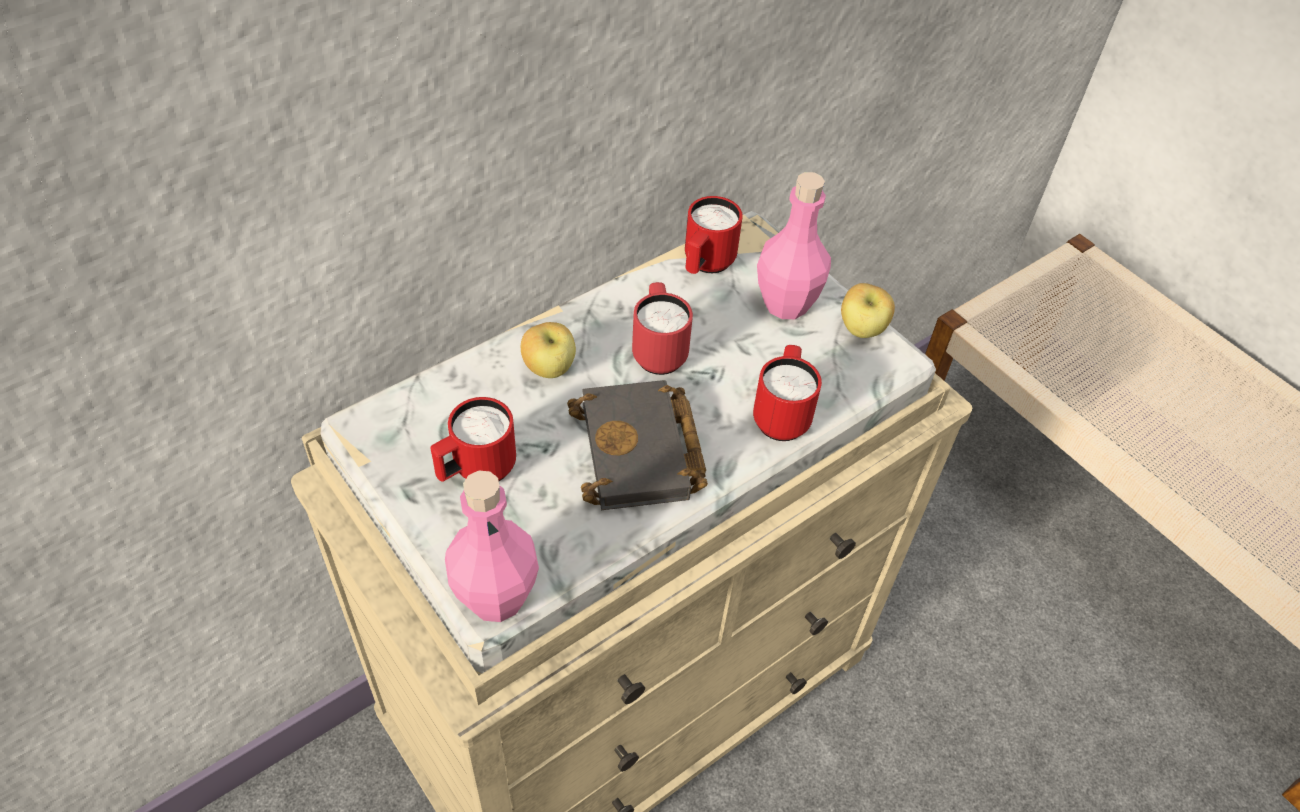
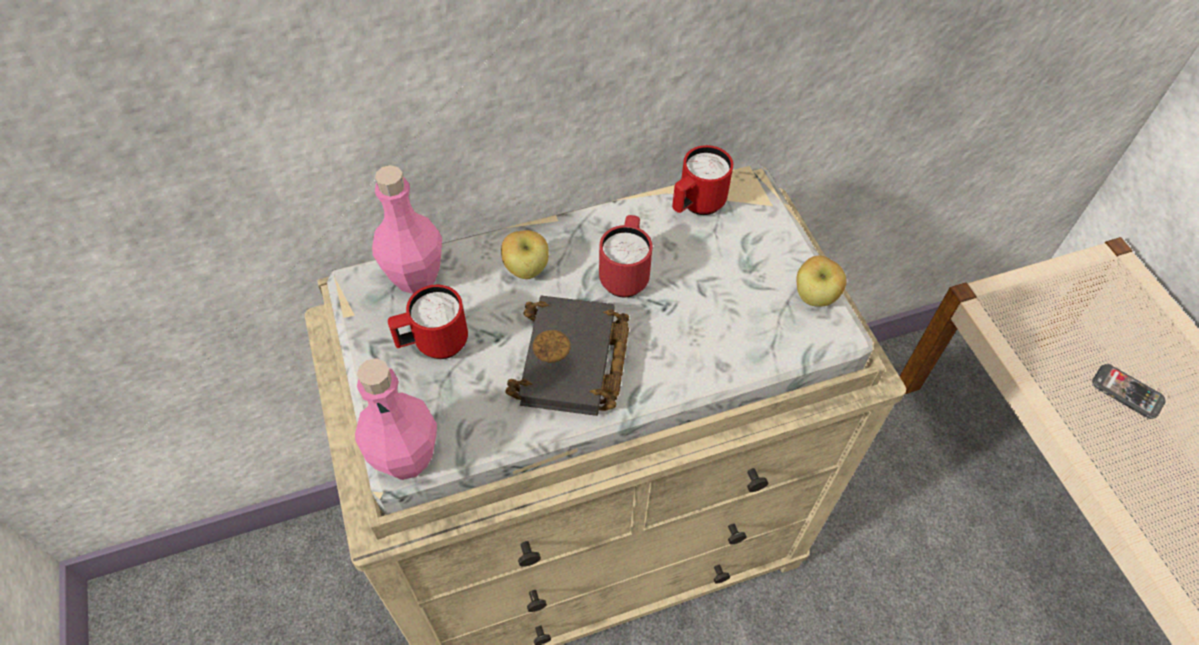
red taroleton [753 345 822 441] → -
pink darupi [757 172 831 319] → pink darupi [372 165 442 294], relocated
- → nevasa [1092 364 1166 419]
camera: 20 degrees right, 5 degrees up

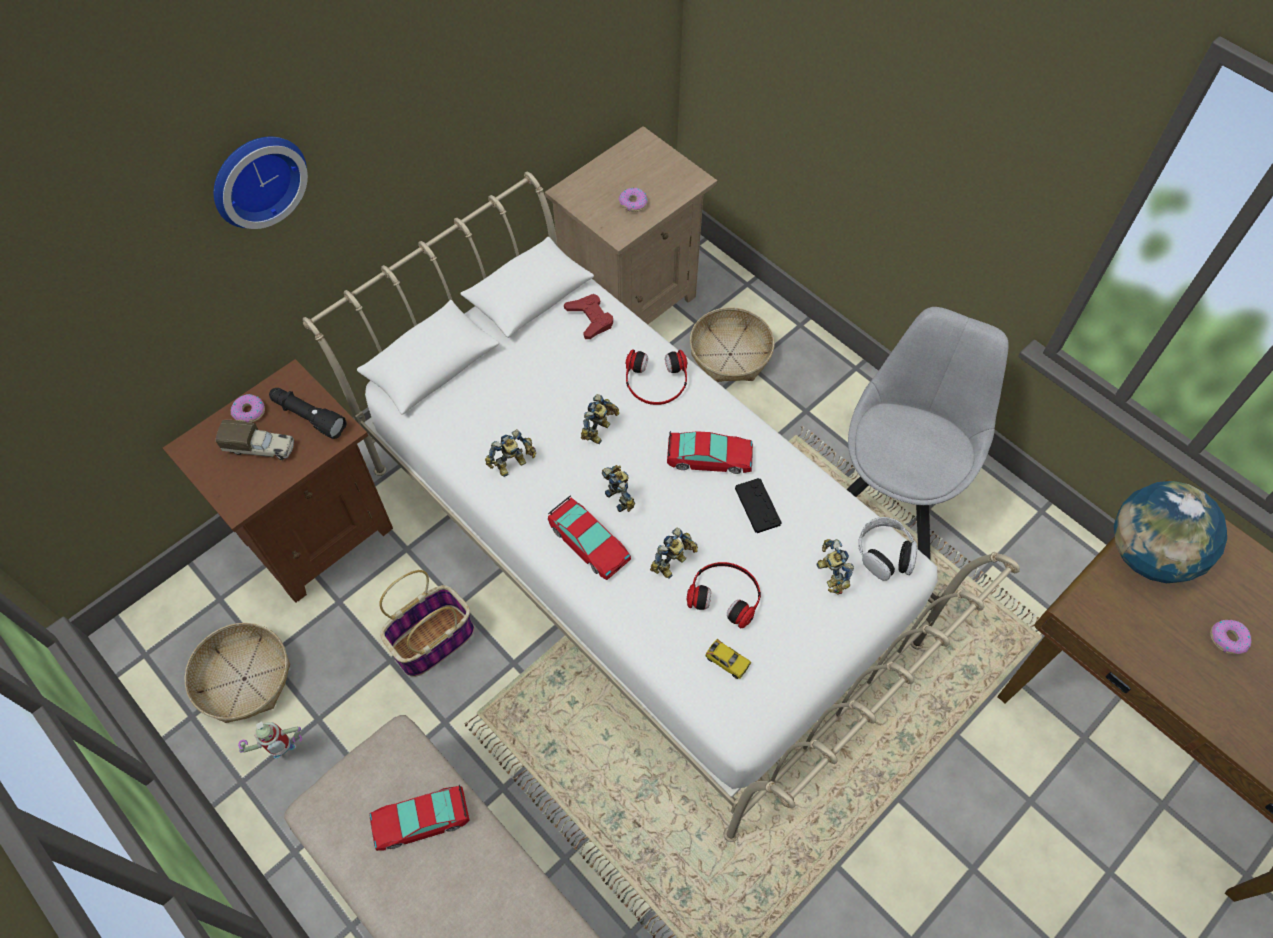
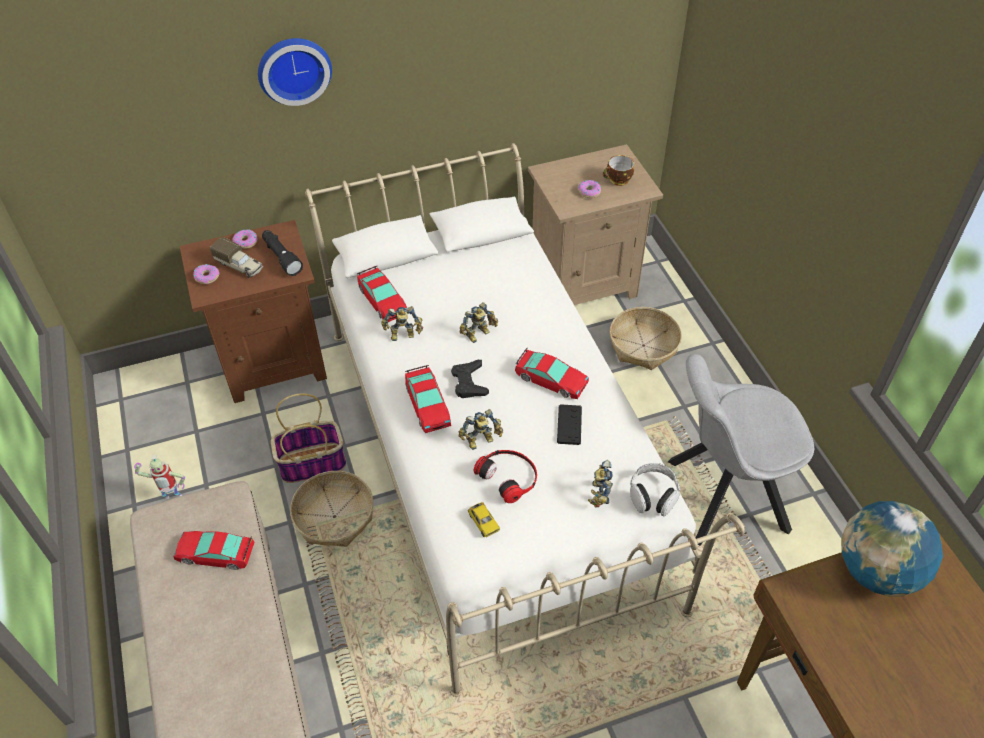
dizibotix [185 623 290 723] → dizibotix [290 471 373 547], relocated
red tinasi [564 294 613 339] → -
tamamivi [602 465 635 512] → black tinasi [451 360 489 398]
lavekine [625 350 688 405] → -
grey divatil [847 307 1008 560] → grey divatil [668 354 814 546], 150 degrees counterclockwise
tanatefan [1210 620 1251 655] → tanatefan [193 264 220 284], relocated
- → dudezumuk [357 266 408 322]
- → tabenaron [603 155 634 186]
camera: 25 degrees right, 10 degrees down

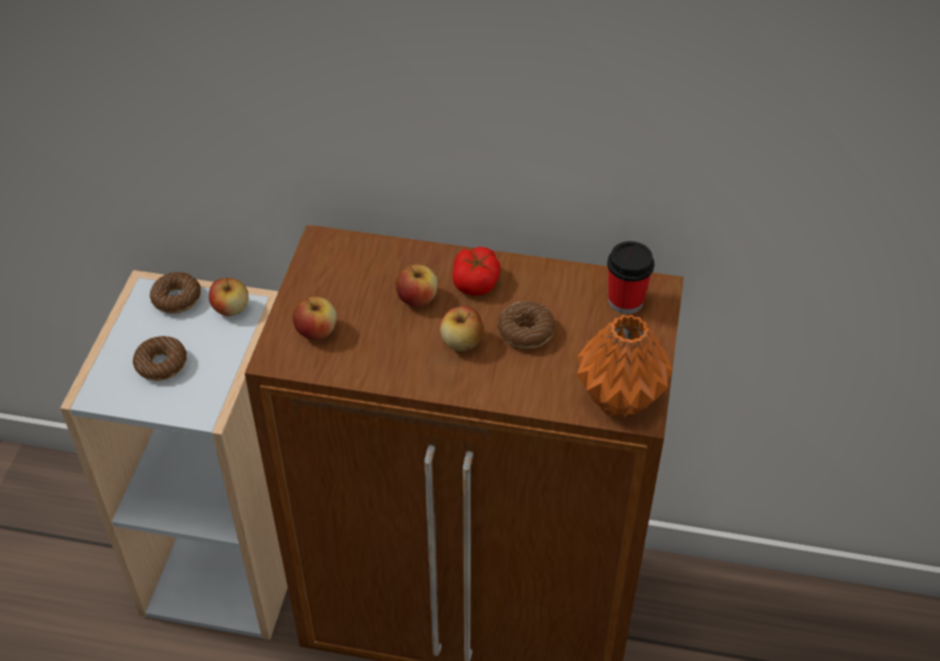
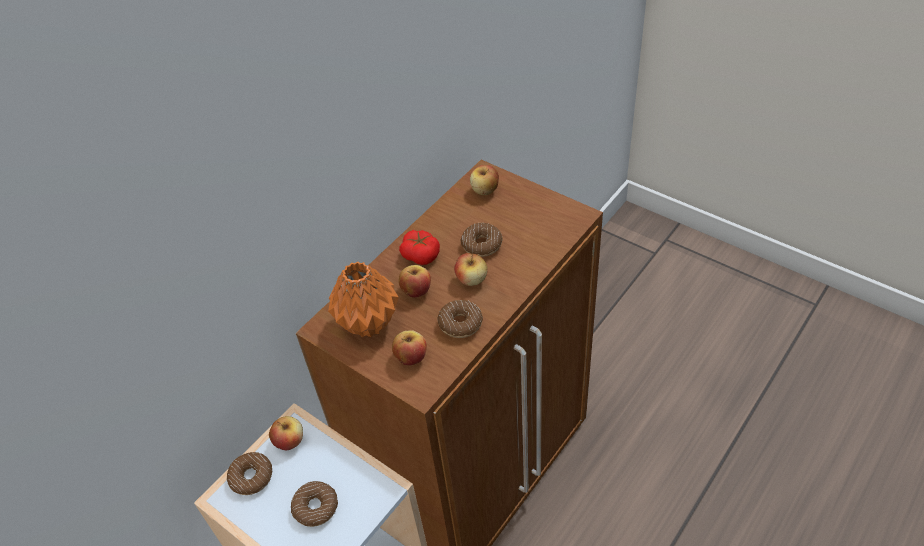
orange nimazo [577 314 673 418] → orange nimazo [328 261 399 337], relocated
tabenaron [607 241 654 314] → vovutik [470 165 499 195]
- → tanatefan [437 300 483 338]
camera: 60 degrees left, 0 degrees up

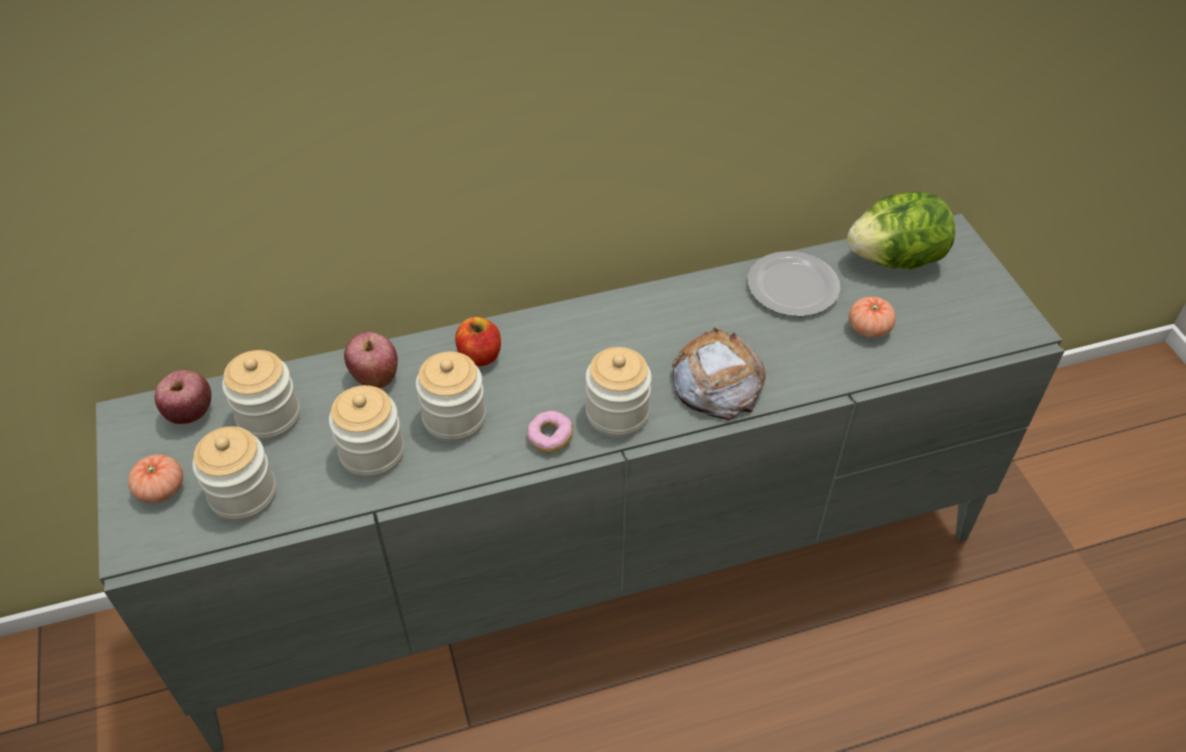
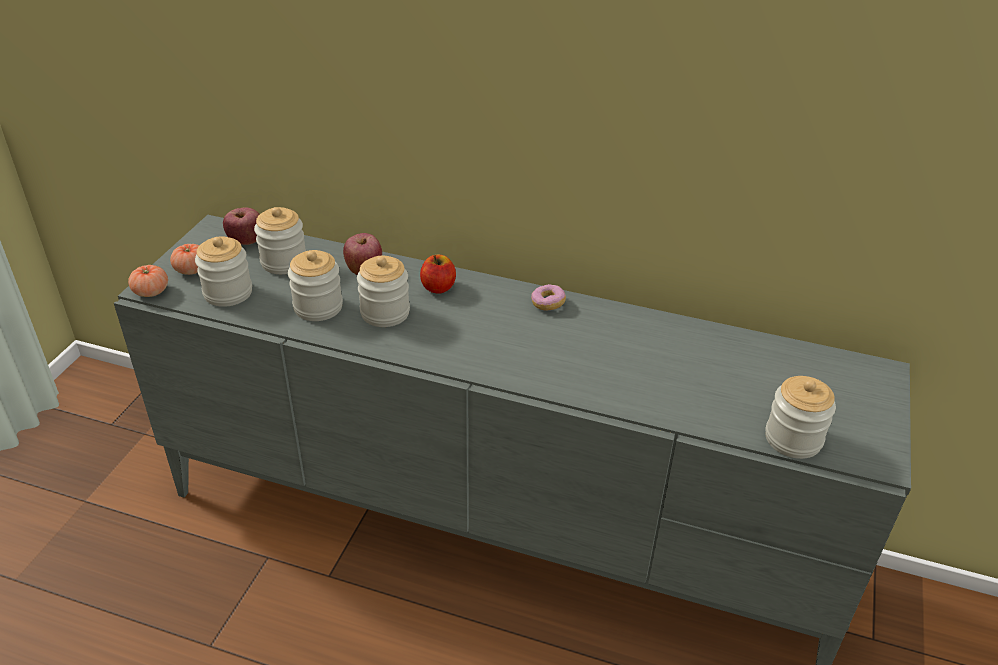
tanatefan [527 411 573 453] → tanatefan [531 284 566 311], relocated
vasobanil [586 347 652 437] → vasobanil [765 376 836 459], relocated
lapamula [672 327 766 420] → -
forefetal [748 251 840 316] → -
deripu [847 191 955 269] → -
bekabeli [849 296 896 338] → bekabeli [128 265 168 297], relocated
camera: 35 degrees right, 10 degrees down

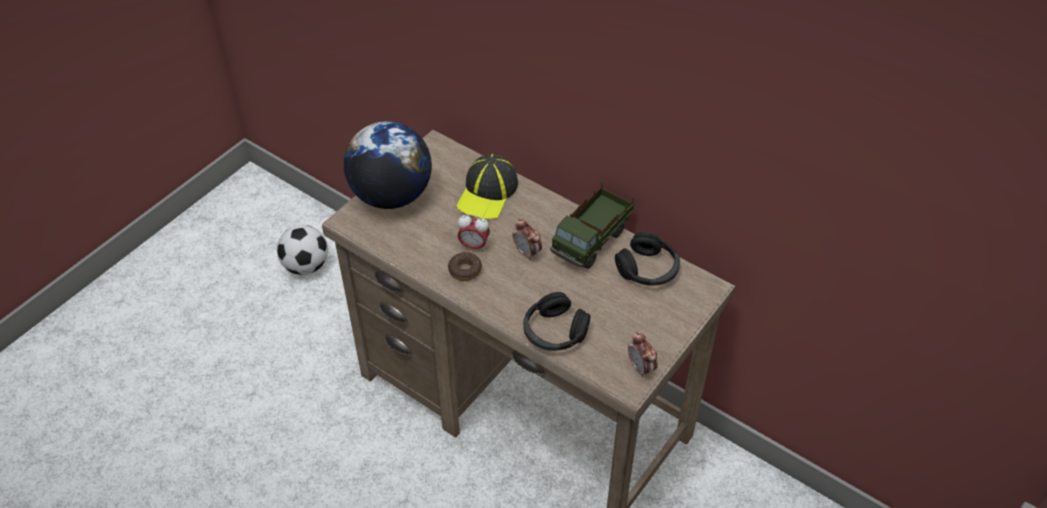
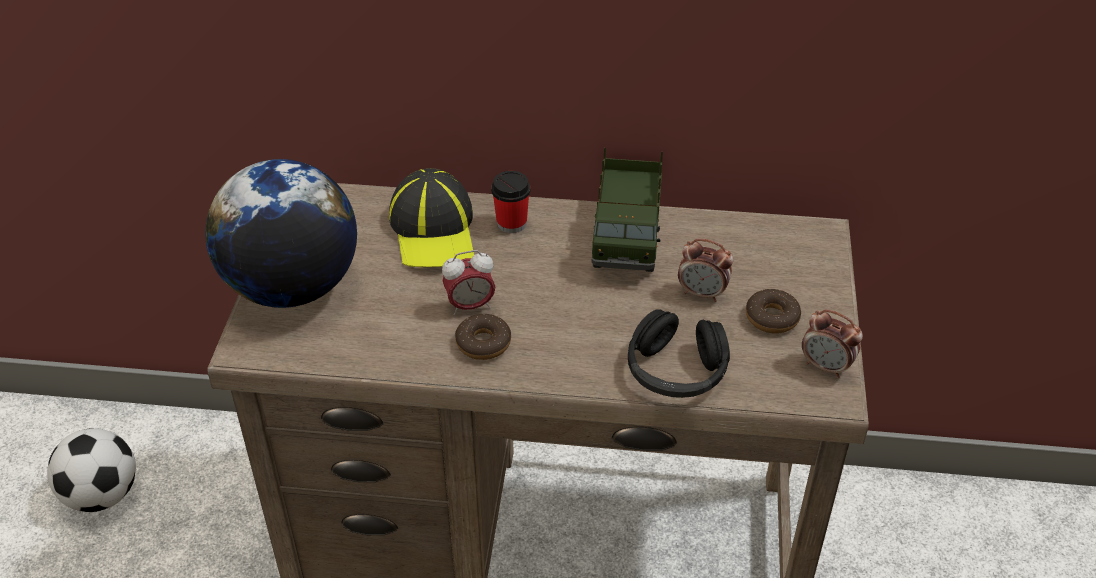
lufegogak [513 219 542 260] → lufegogak [678 239 734 302], relocated
black lavekine [615 232 680 286] → -
- → tabenaron [491 171 531 233]
- → tanatefan [746 289 801 334]
camera: 30 degrees left, 5 degrees down

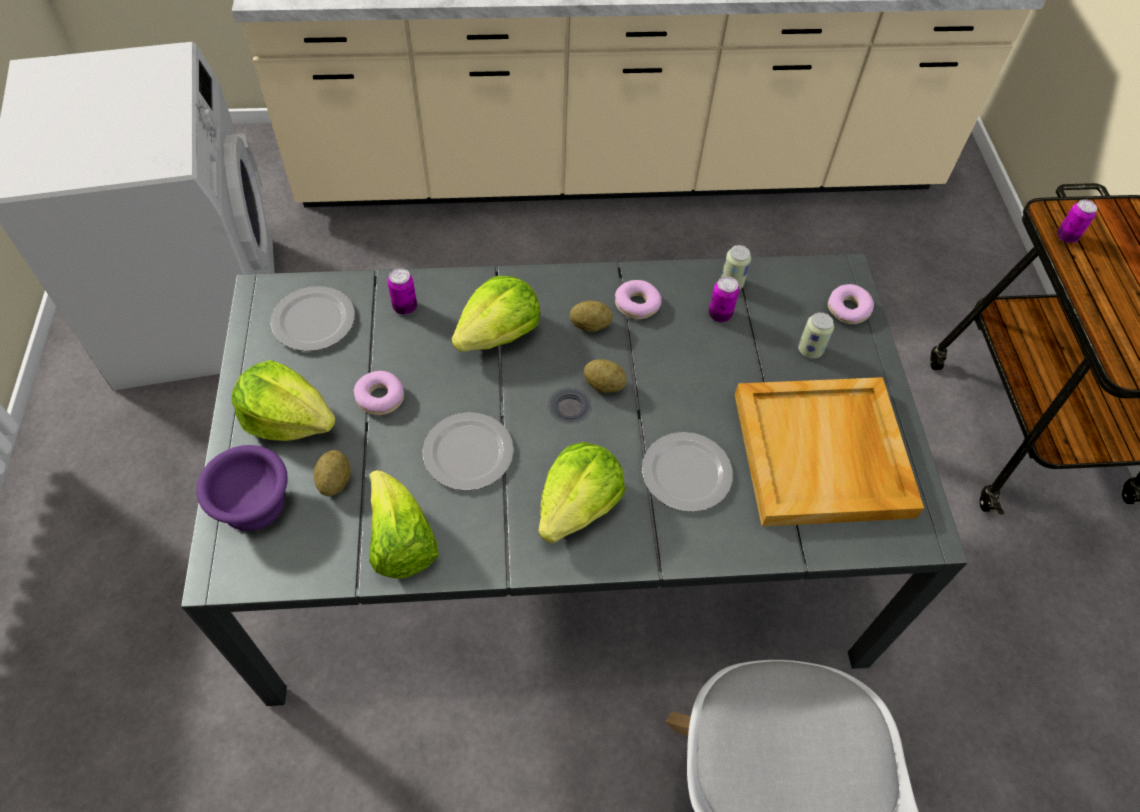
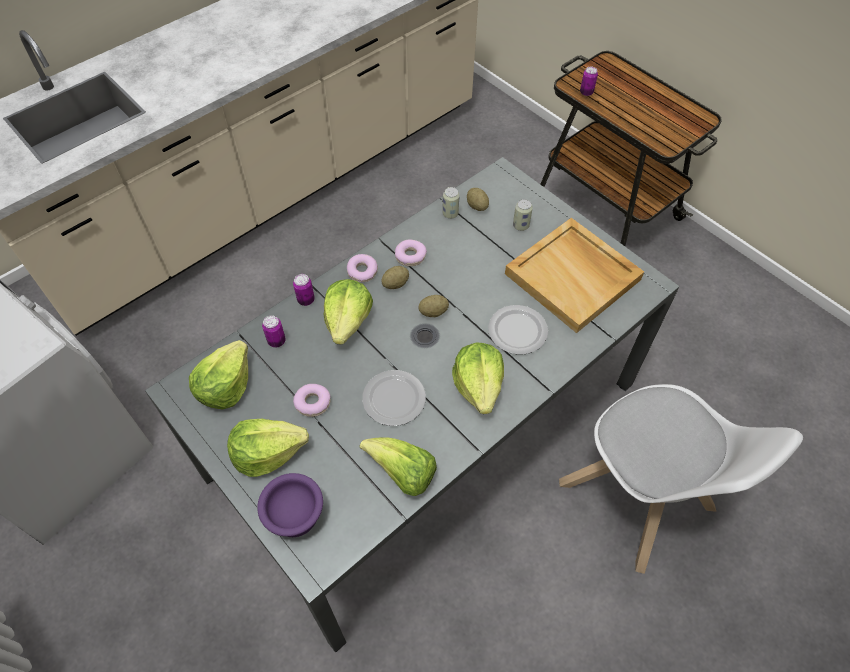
forefetal [270 286 355 351] → deripu [189 340 248 410]
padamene [314 450 351 496] → padamene [467 188 489 211], relocated
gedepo [708 276 739 322] → gedepo [293 274 315 306], relocated
tanatefan [828 284 874 324] → tanatefan [347 254 378 282], relocated
camera: 35 degrees left, 0 degrees up

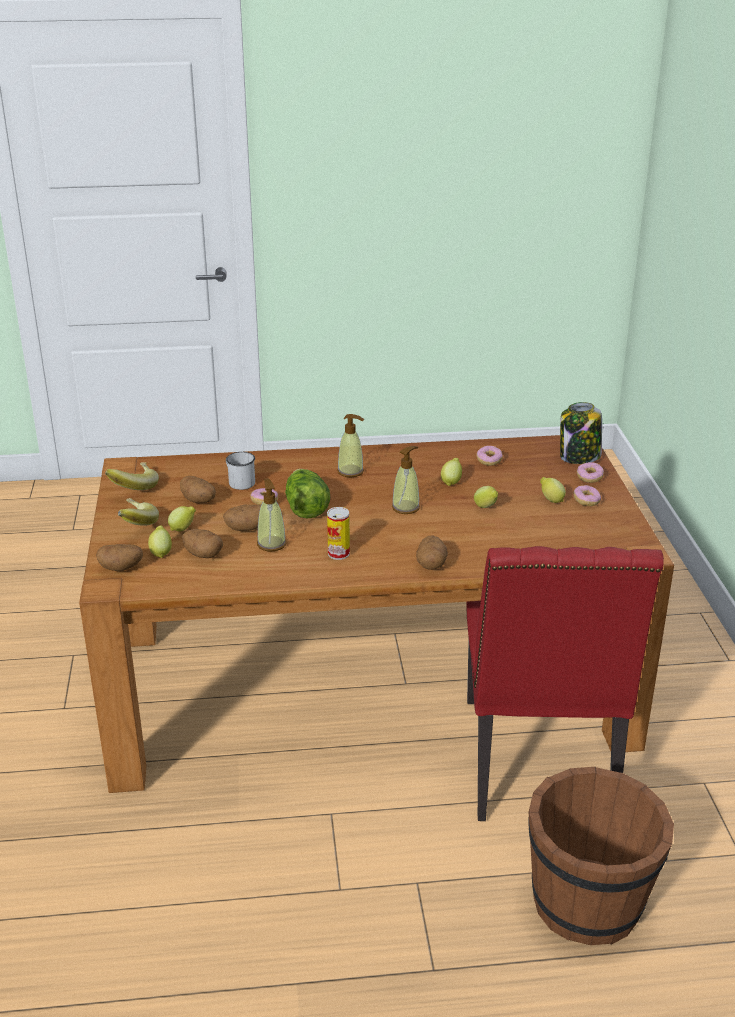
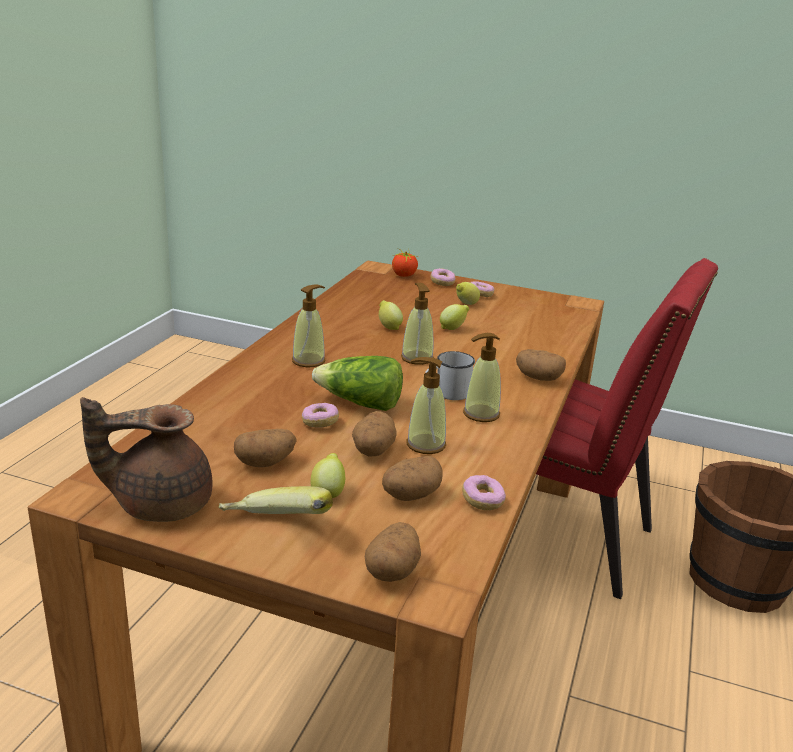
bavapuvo [105 462 159 490] → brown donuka [80 397 213 522]
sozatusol [148 526 172 558] → -
white taroleton [226 452 255 490] → white taroleton [425 351 475 400], relocated
gedepo [327 507 350 560] → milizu [463 333 501 422]
tanatefan [476 446 503 466] → tanatefan [462 475 506 510], relocated
vasobanil [560 402 602 464] → bekabeli [392 249 418 277]
camera: 65 degrees left, 5 degrees down

